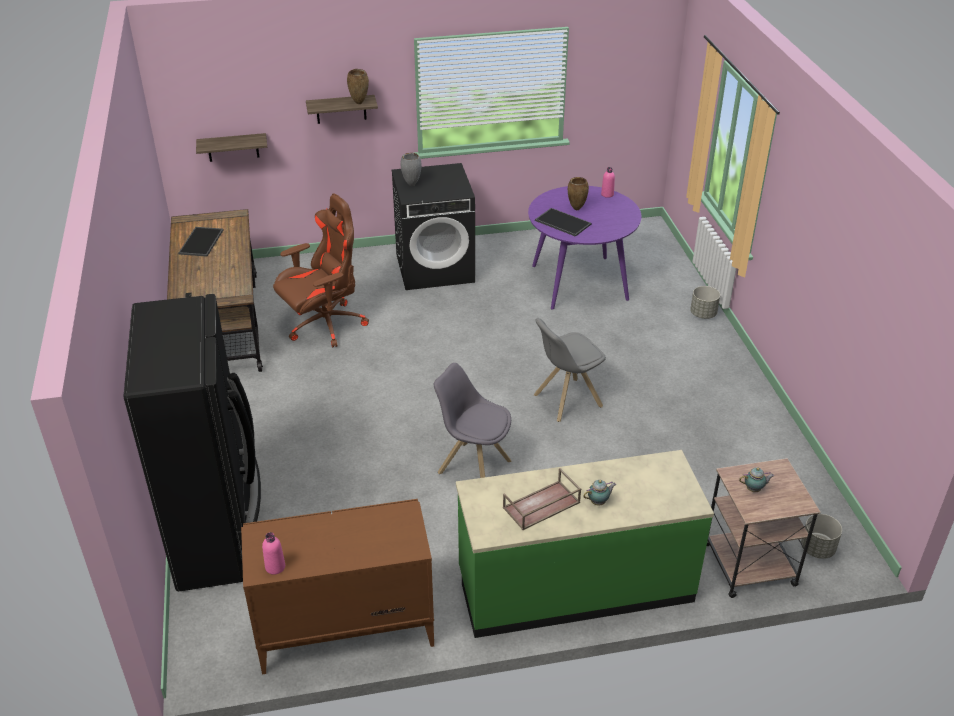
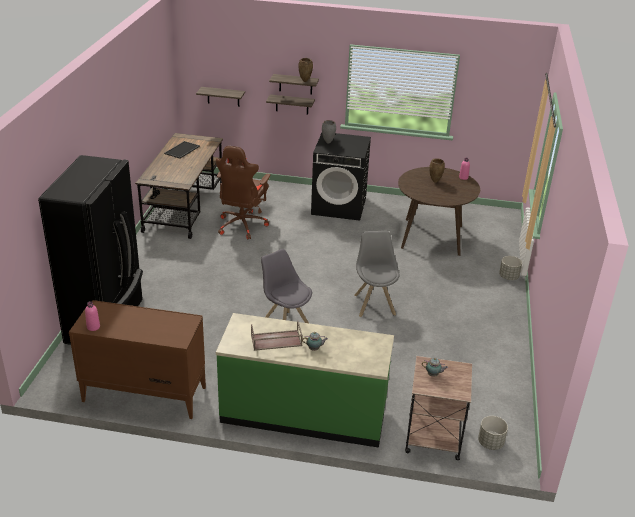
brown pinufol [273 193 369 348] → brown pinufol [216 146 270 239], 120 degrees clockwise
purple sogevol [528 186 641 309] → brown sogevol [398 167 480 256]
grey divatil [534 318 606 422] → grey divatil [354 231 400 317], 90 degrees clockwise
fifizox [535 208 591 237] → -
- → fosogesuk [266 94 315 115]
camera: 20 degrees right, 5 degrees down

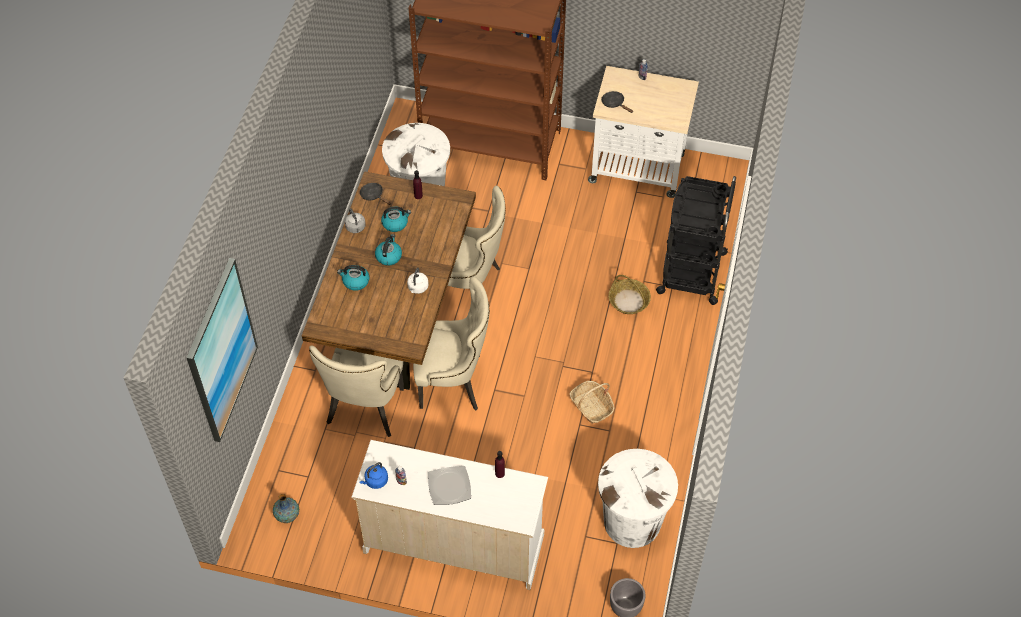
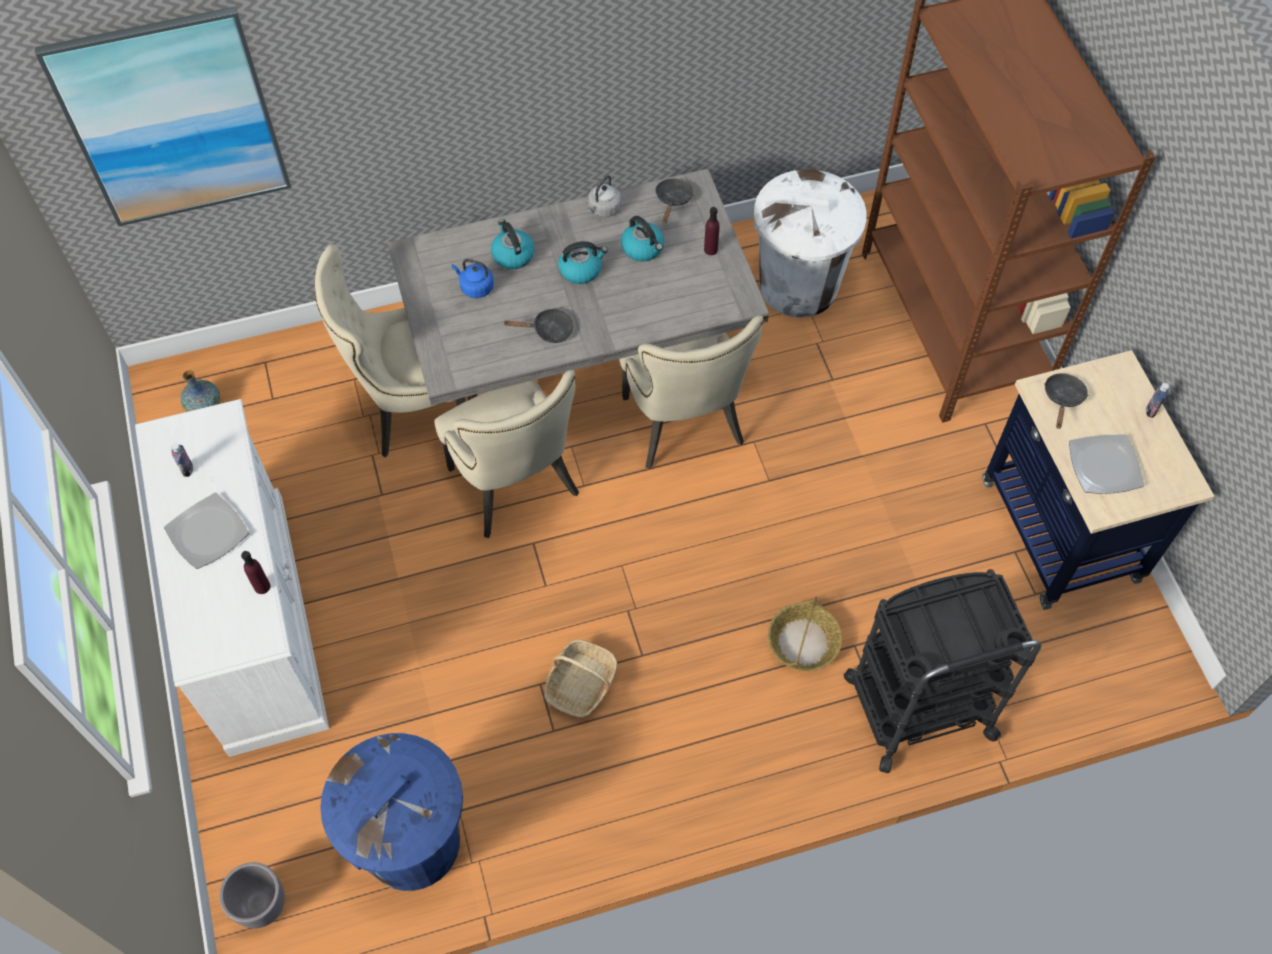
brown sogevol [302 171 476 390] → grey sogevol [387 169 769 405]
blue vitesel [359 462 388 489] → blue vitesel [452 259 494 298], relocated
white vitesel [407 267 429 294] → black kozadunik [503 308 574 343]
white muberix [588 66 699 198] → blue muberix [982 350 1215 610]
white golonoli [598 449 678 548] → blue golonoli [320 733 463 891]
- → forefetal [1069 434 1144 494]
camera: 60 degrees right, 5 degrees up

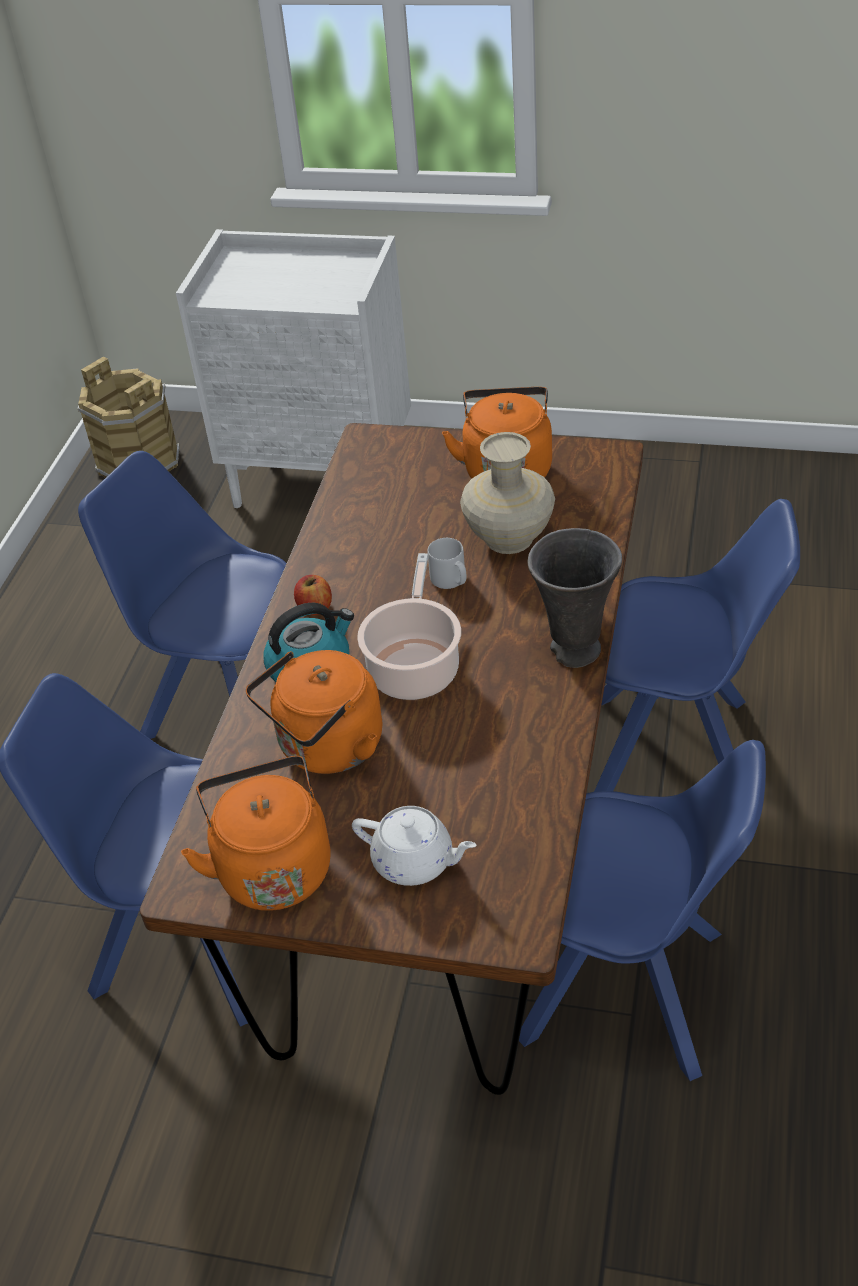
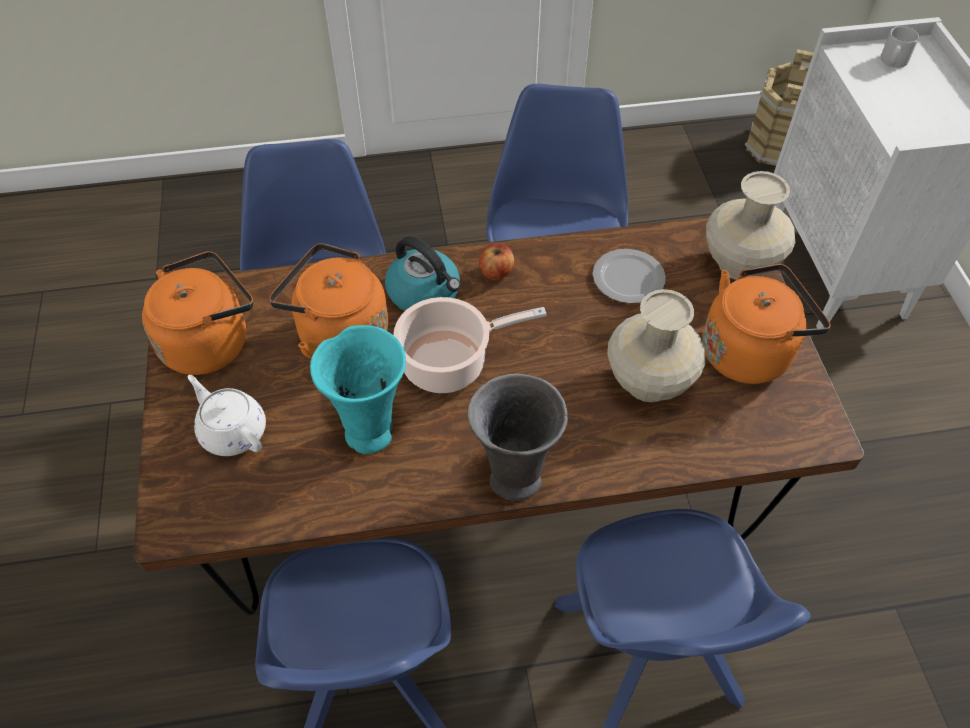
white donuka [352 806 477 886] → white donuka [188 375 266 456], 135 degrees clockwise
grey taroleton [427 538 467 589] → grey taroleton [881 26 919 68], relocated
- → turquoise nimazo [310 325 406 454]
- → forefetal [593 249 666 304]
- → beige nimazo [706 171 795 280]
camera: 65 degrees right, 10 degrees up

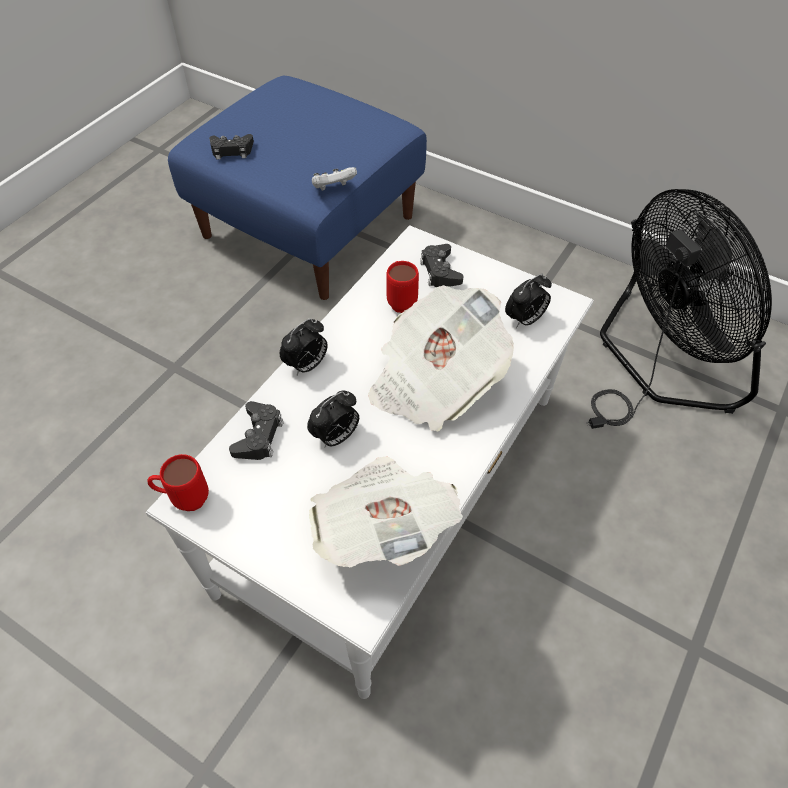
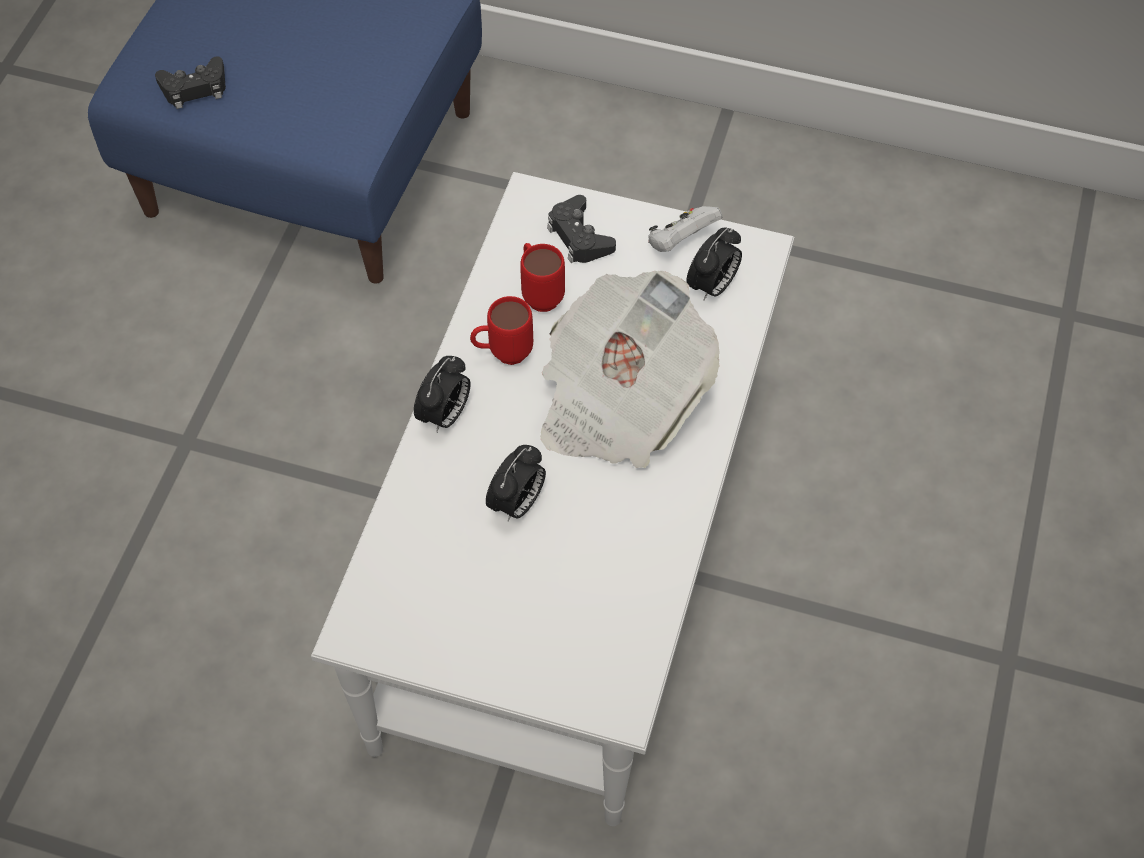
red taroleton [147 454 209 511] → red taroleton [470 296 533 365], relocated
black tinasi [229 401 284 460] → -
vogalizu [309 456 463 568] → -
white tinasi [312 167 357 191] → white tinasi [648 206 722 252], relocated
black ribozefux [587 189 772 429] → -
camera: 15 degrees left, 5 degrees up

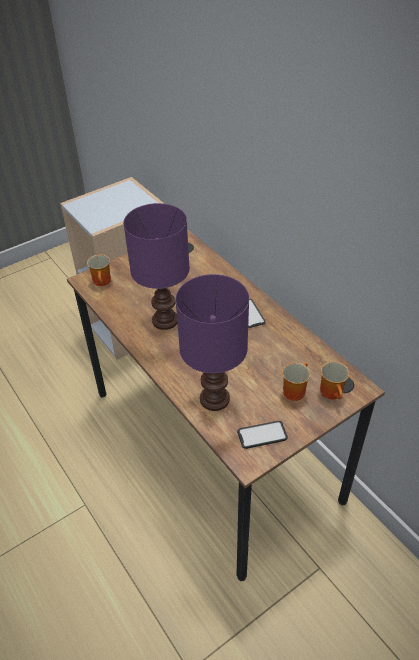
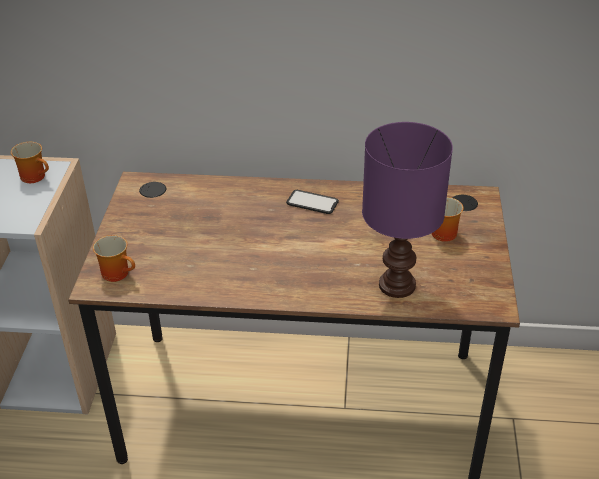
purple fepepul [123 203 190 330] → -
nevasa [237 421 288 449] → -
taroleton [320 361 349 399] → taroleton [11 142 49 183], relocated
camera: 50 degrees left, 5 degrees down

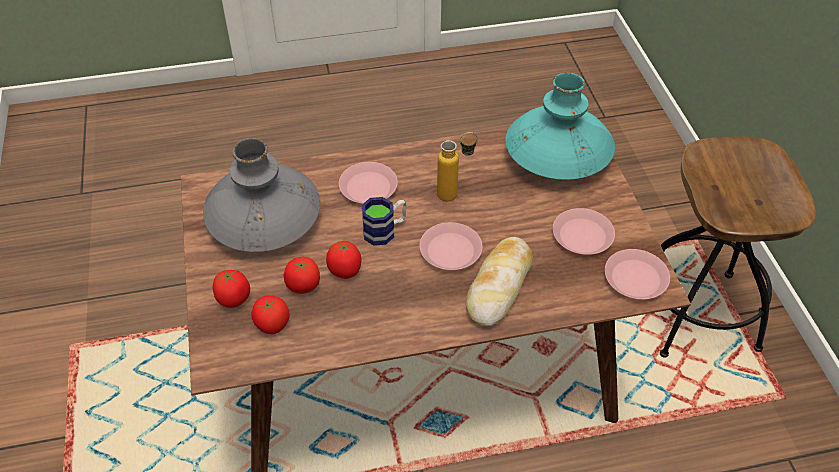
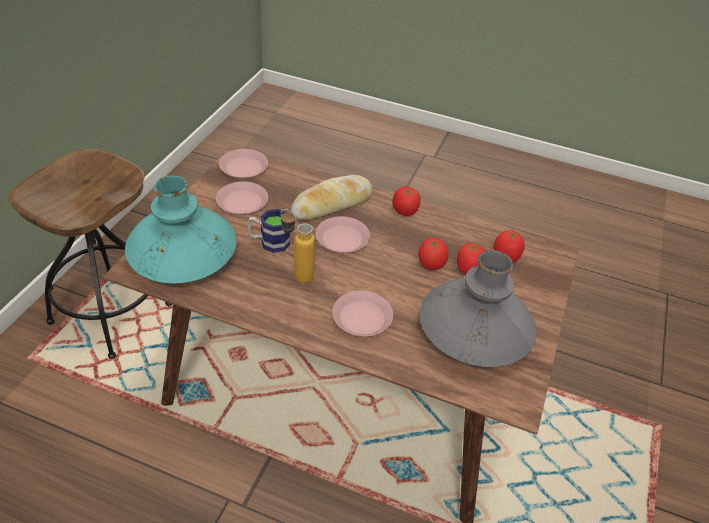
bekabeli [213 269 250 308] → bekabeli [392 187 421 216], relocated
taroleton [362 197 407 246] → taroleton [247 209 290 253], relocated
camera: 150 degrees left, 5 degrees down

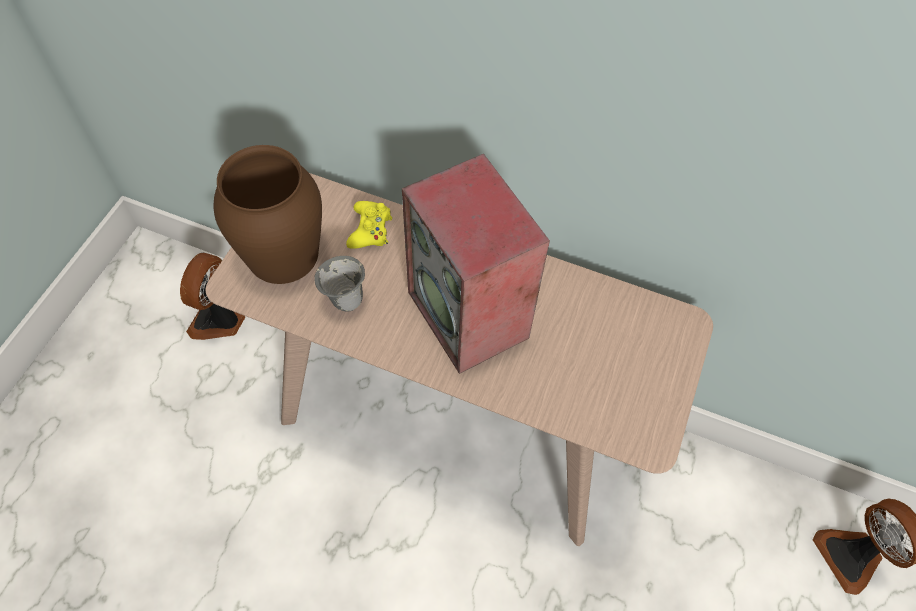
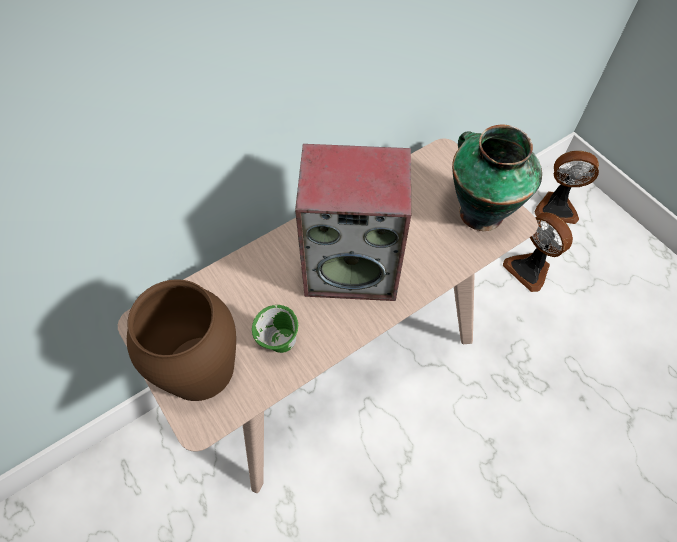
ribozefux [180 253 245 340] → ribozefux [503 212 573 292], relocated
grey taroleton [314 256 365 312] → green taroleton [252 305 298 353]
yellow tinasi [346 201 392 249] → -
- → nimazo [452 125 542 231]
camera: 55 degrees left, 0 degrees up

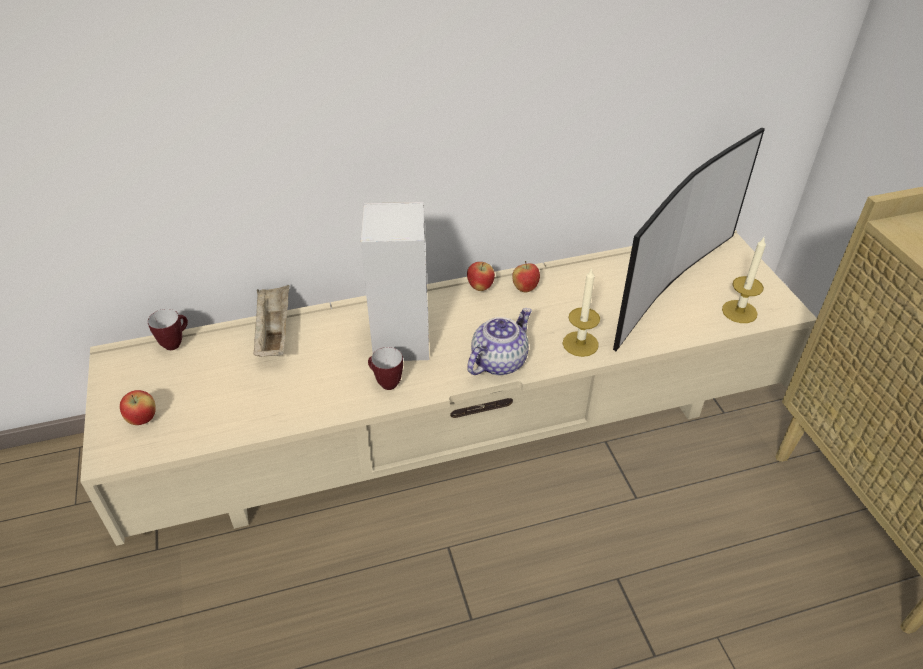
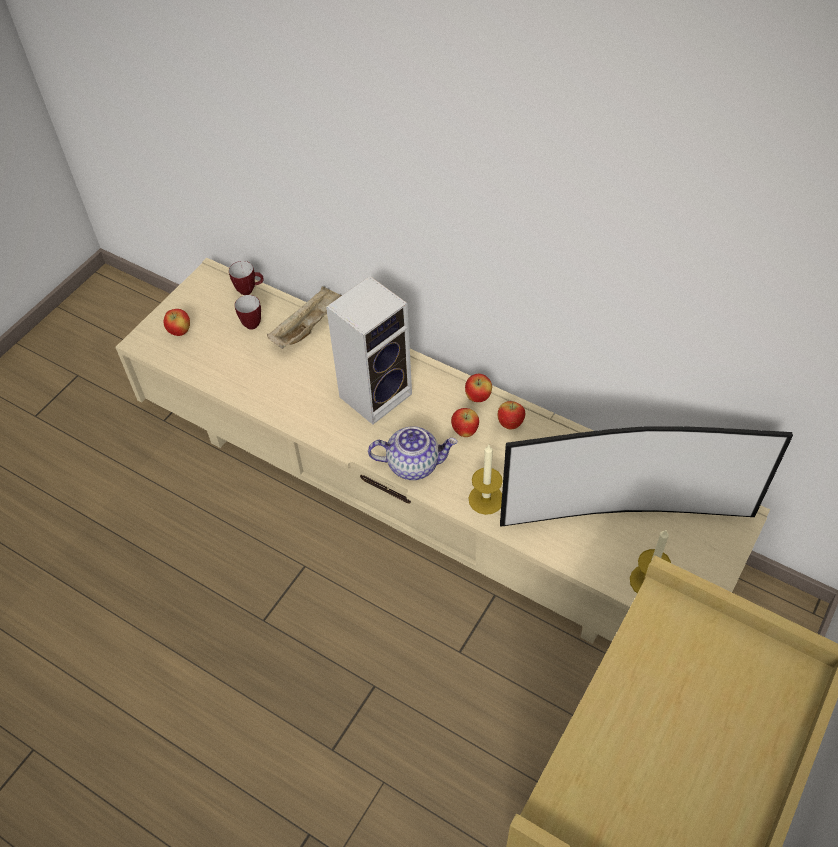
taroleton [368 347 403 390] → taroleton [235 295 261 330], relocated
- → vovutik [451 408 479 437]
camera: 50 degrees right, 10 degrees up

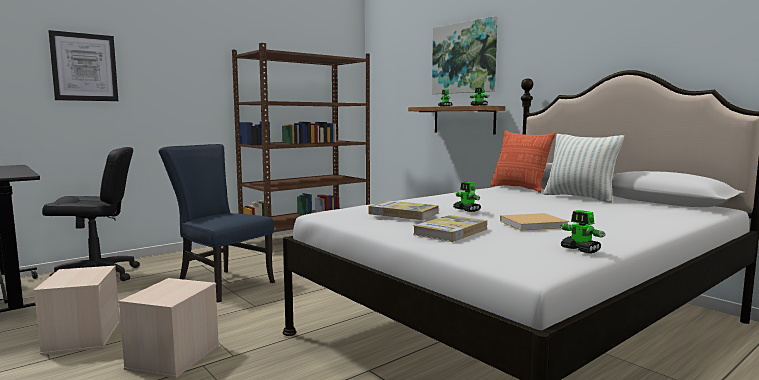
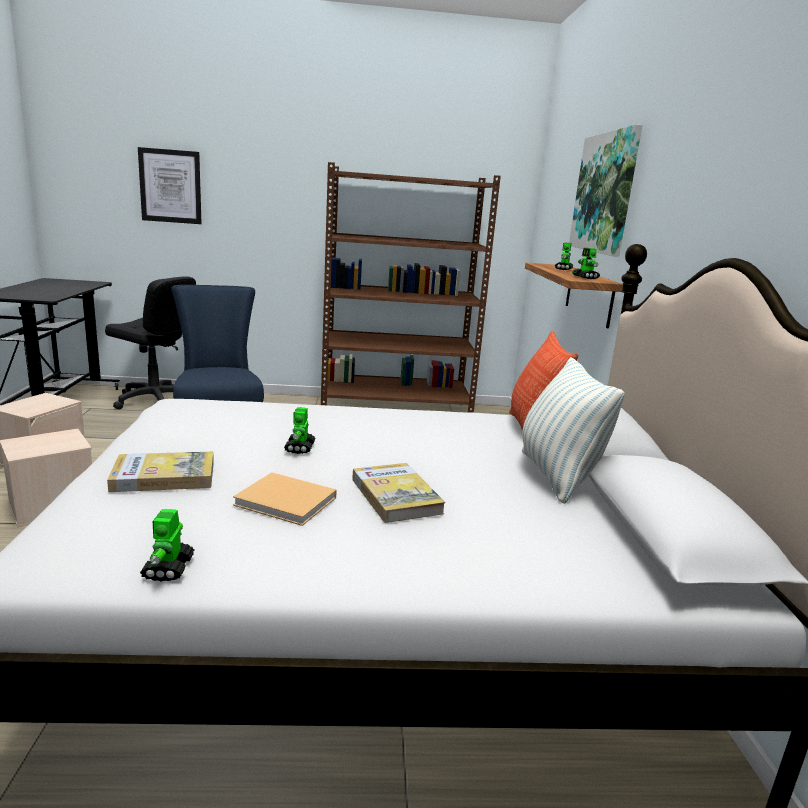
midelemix [369 200 439 220] → midelemix [352 463 445 523], relocated
camera: 35 degrees right, 10 degrees up

